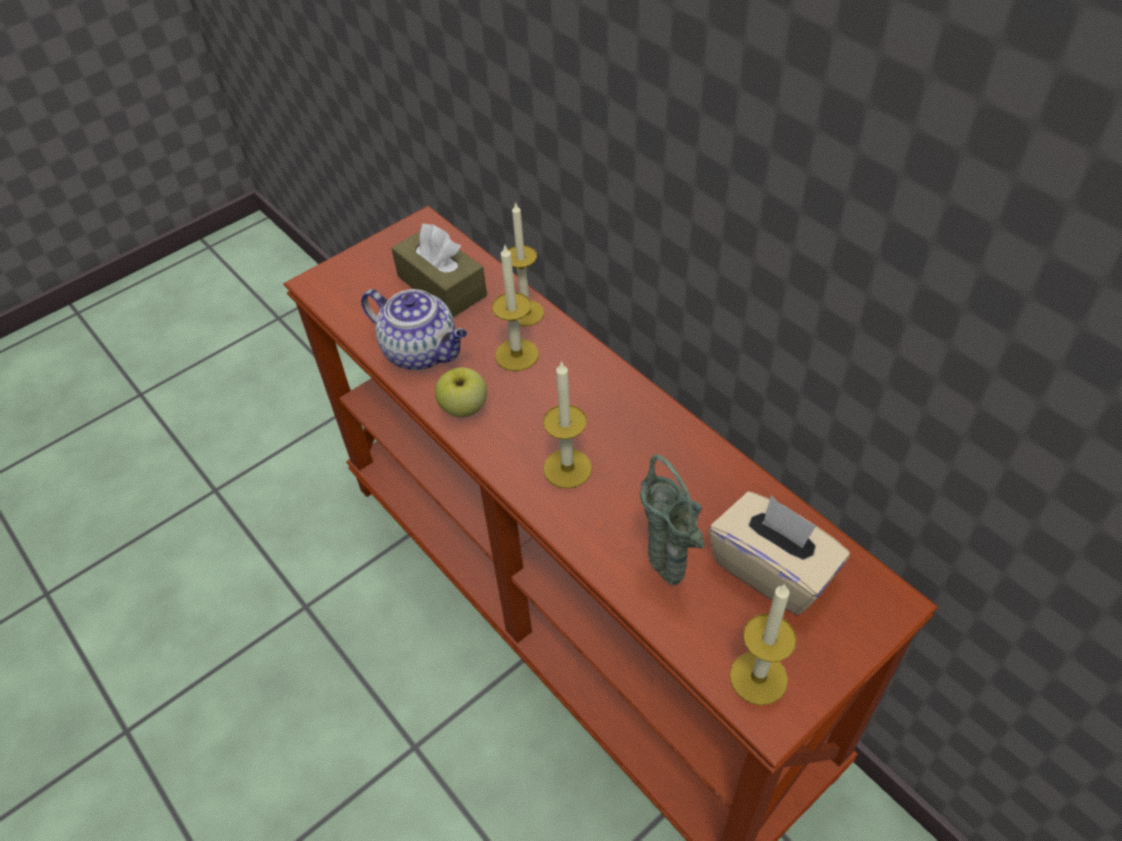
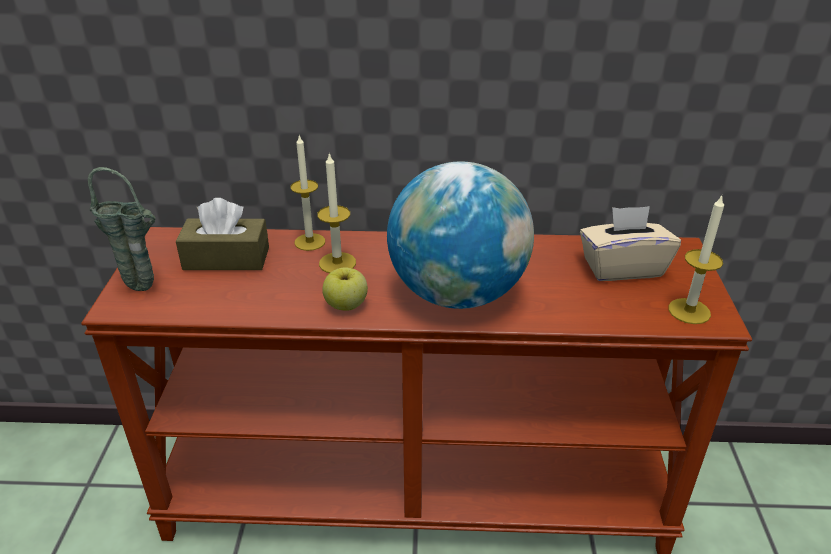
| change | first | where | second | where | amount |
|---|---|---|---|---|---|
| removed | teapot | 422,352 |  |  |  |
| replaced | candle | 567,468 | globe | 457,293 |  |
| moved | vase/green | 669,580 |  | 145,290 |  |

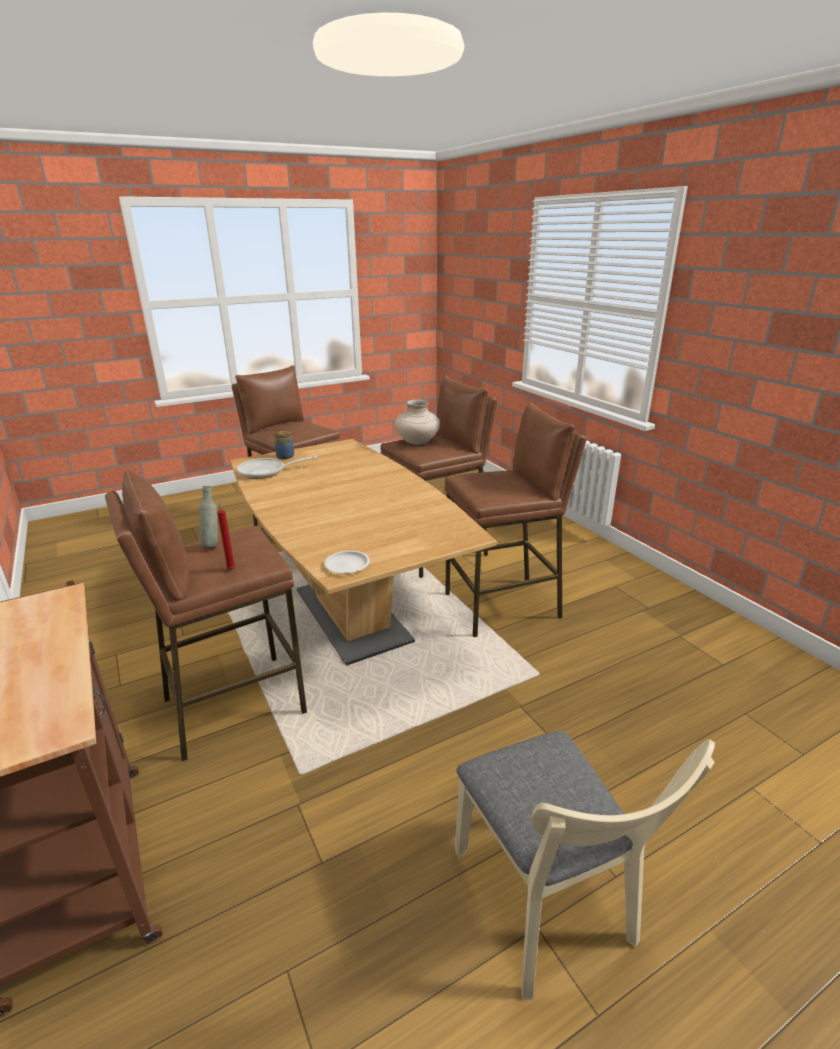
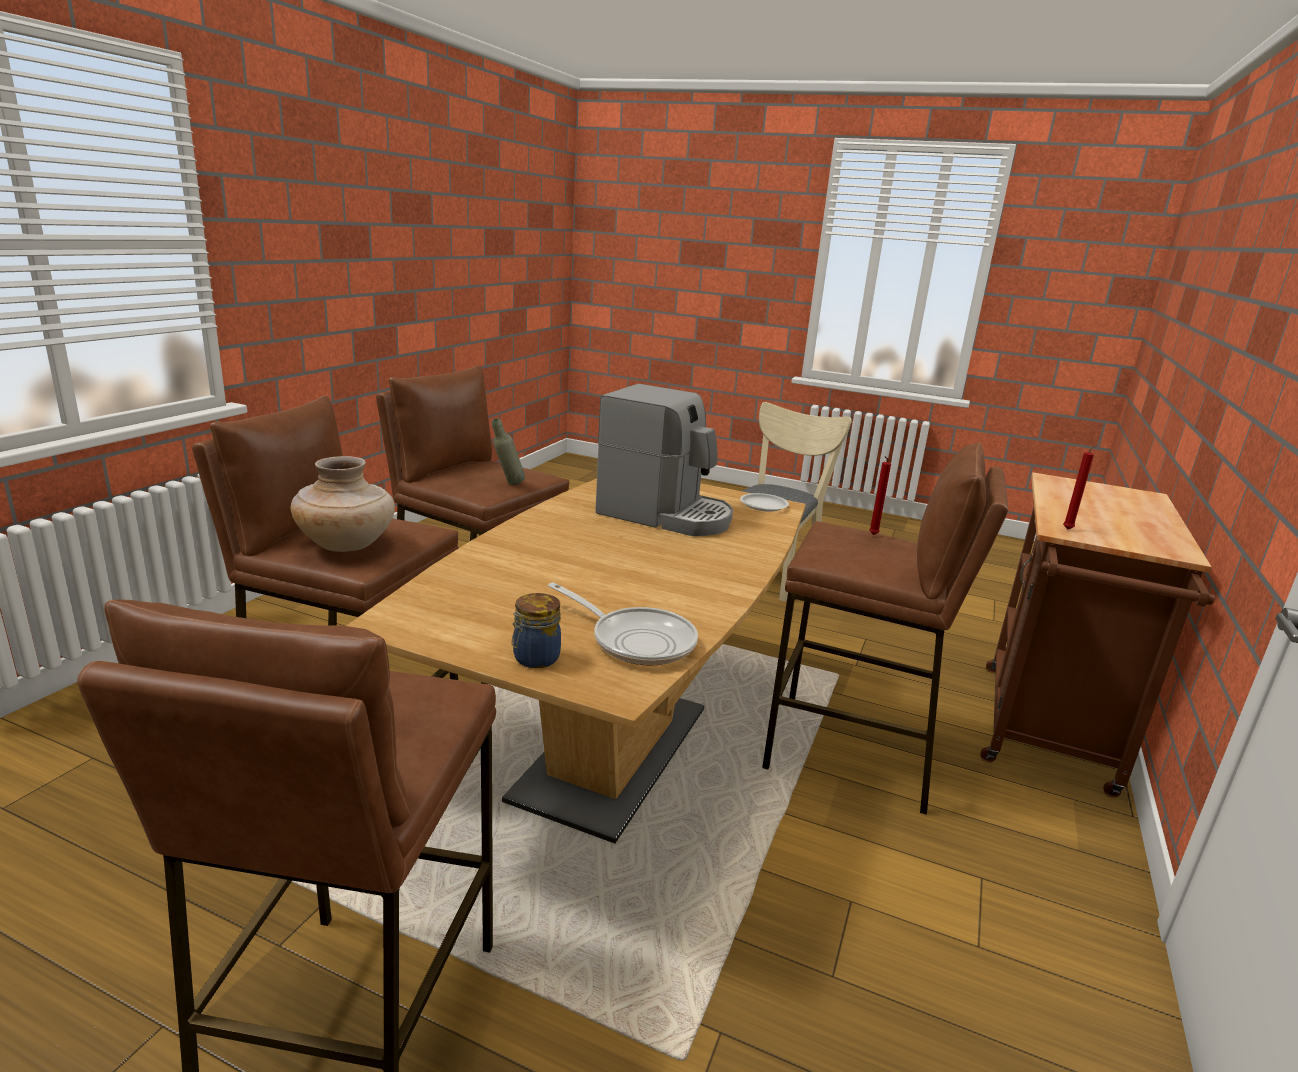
| change | first | where | second | where | amount |
|---|---|---|---|---|---|
| moved | bottle/grey | 212,544 |  | 508,484 |  |
| added |  |  | coffee machine | 665,515 |  |
| added |  |  | candle/red | 1069,529 |  |

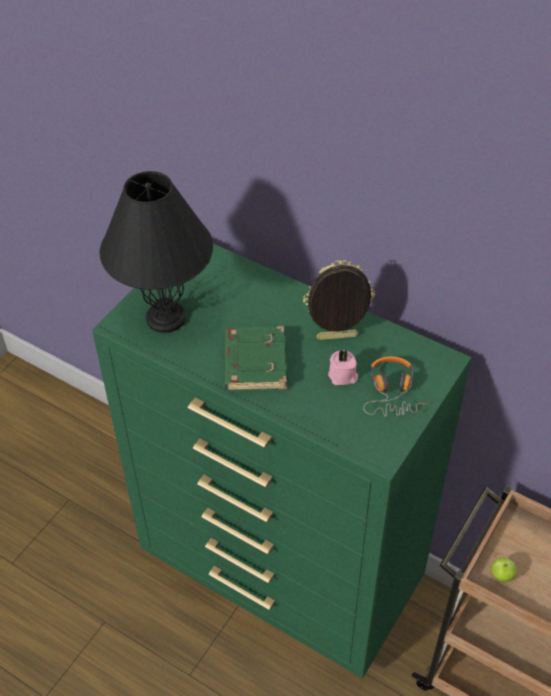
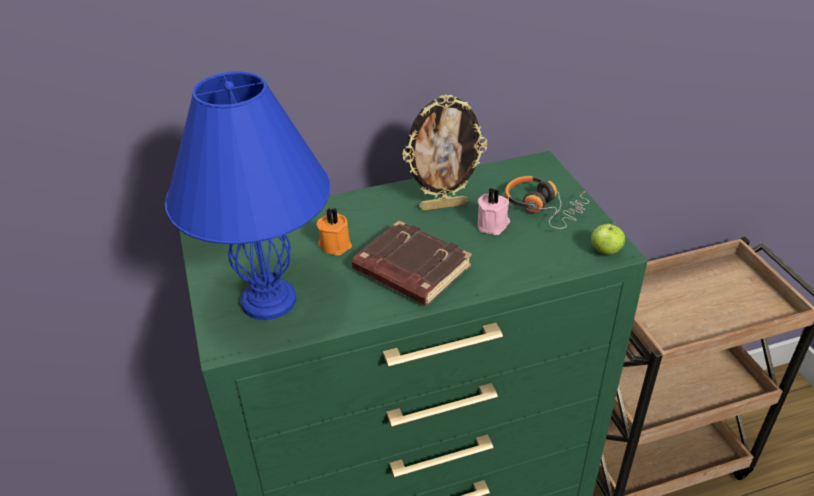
| change | first | where | second | where | amount |
|---|---|---|---|---|---|
| recoloured | table lamp/black | 166,319 | table lamp/blue | 269,301 |  |
| recoloured | book/green | 254,362 | book/brown | 409,270 |  |
| turned | picture frame | 337,338 |  | 443,205 | 135 degrees counterclockwise |
| moved | apple | 501,575 |  | 605,251 |  |
| added |  |  | candle/orange | 335,244 |  |

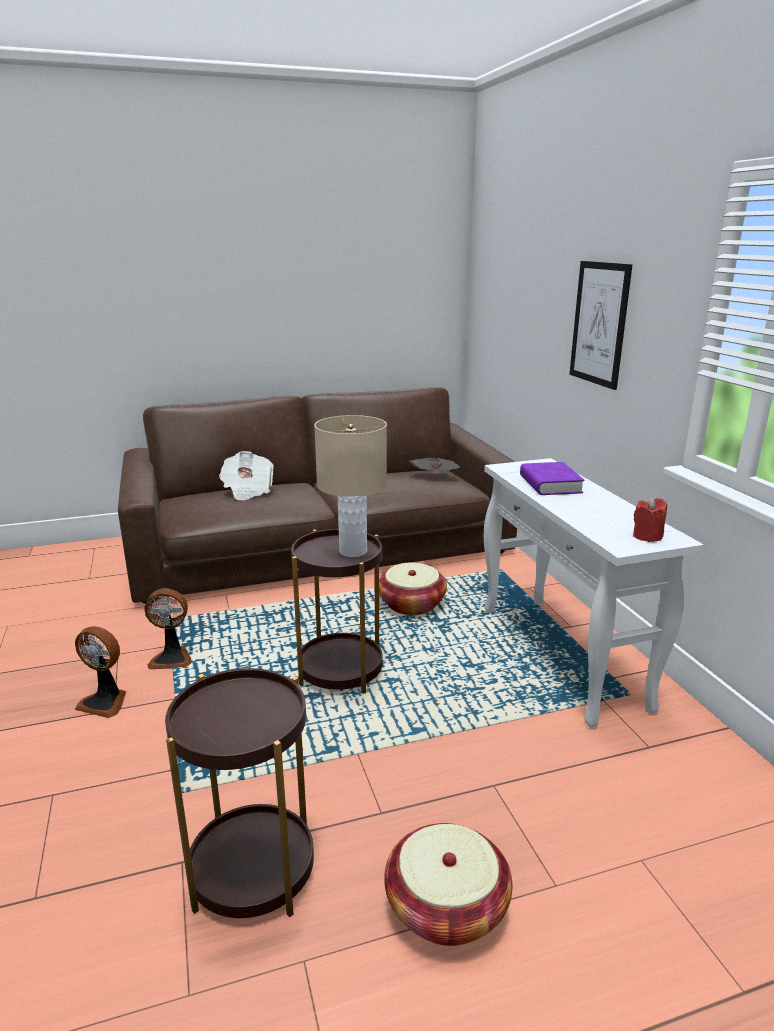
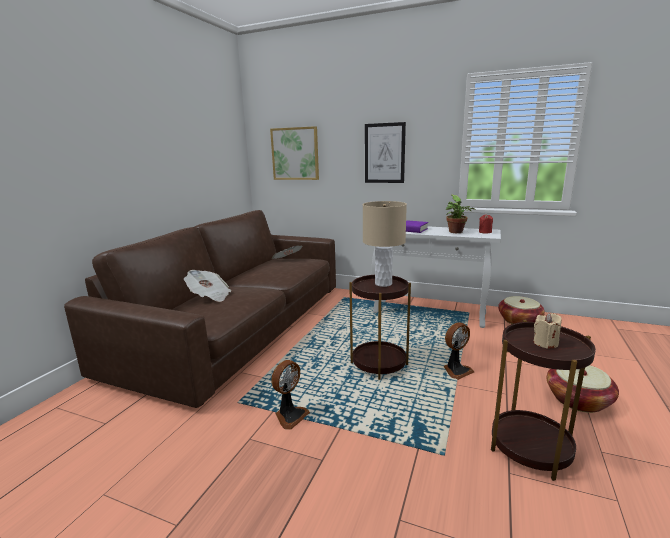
| change | first | where | second | where | amount |
|---|---|---|---|---|---|
| moved | fan | 105,702 |  | 456,370 |  |
| moved | basket | 411,604 |  | 519,321 |  |
| added |  |  | picture | 295,154 |  |
| added |  |  | potted plant | 456,232 |  |
| added |  |  | candle/beige | 545,343 |  |

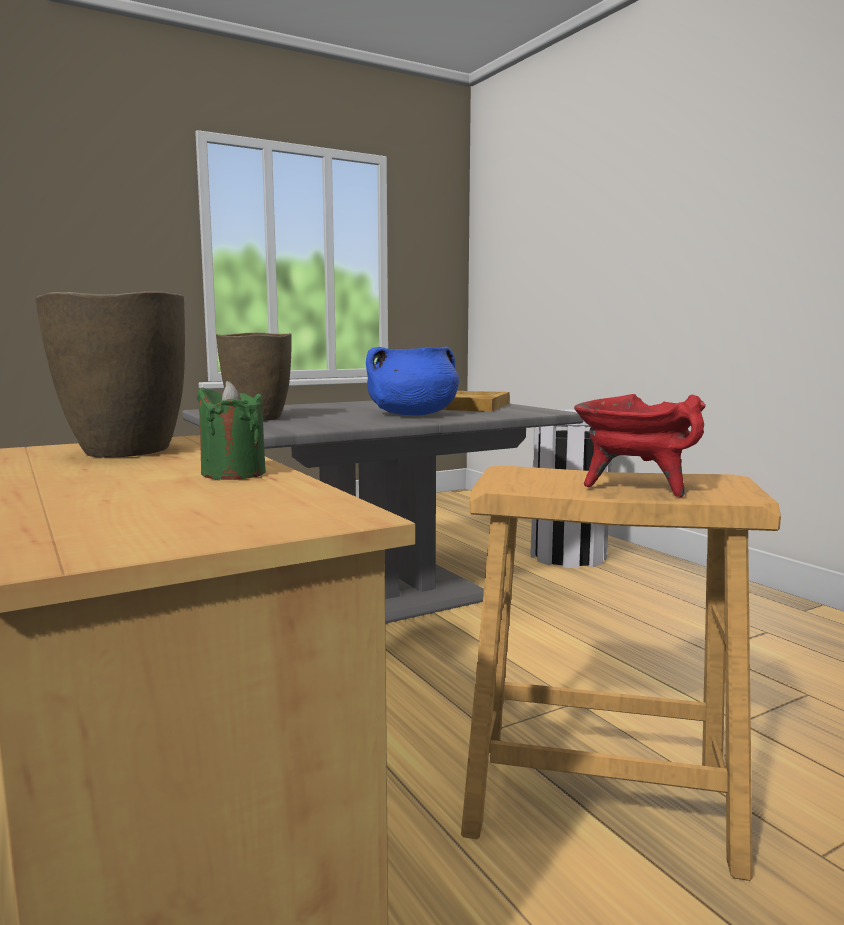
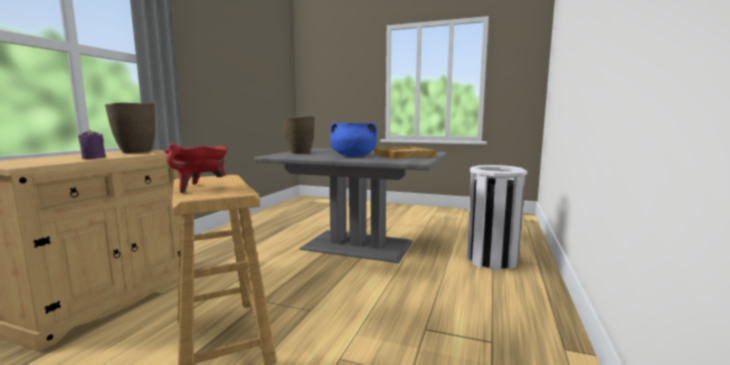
| change | first | where | second | where | amount |
|---|---|---|---|---|---|
| recoloured | candle/green | 233,474 | candle/purple | 94,158 |  |

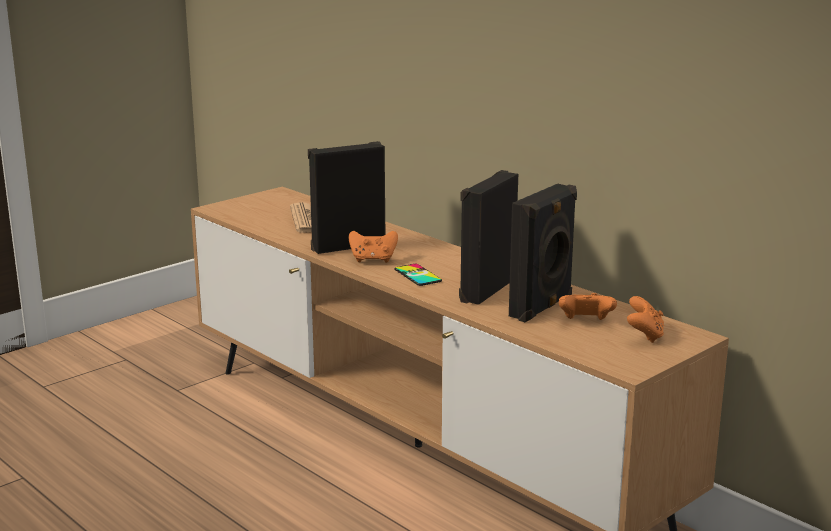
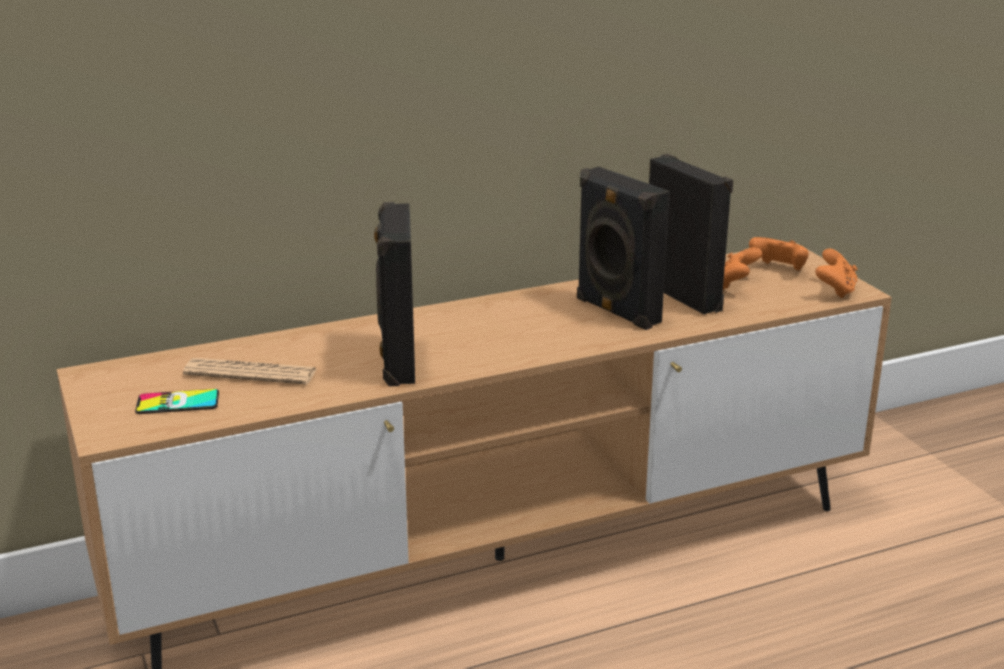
| change | first | where | second | where | amount |
|---|---|---|---|---|---|
| moved | game controller/orange | 373,260 |  | 835,290 |  |
| moved | phone | 417,275 |  | 177,402 |  |

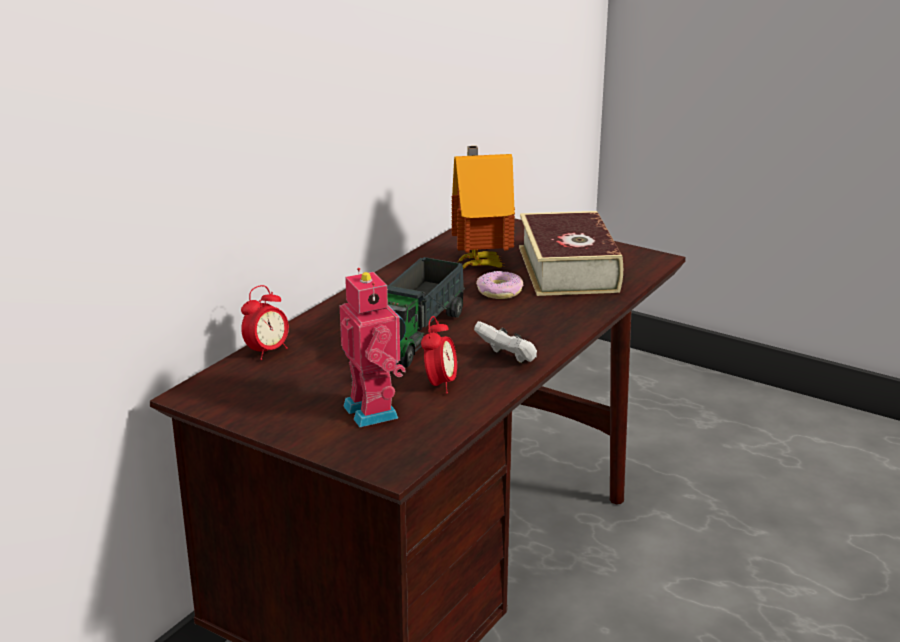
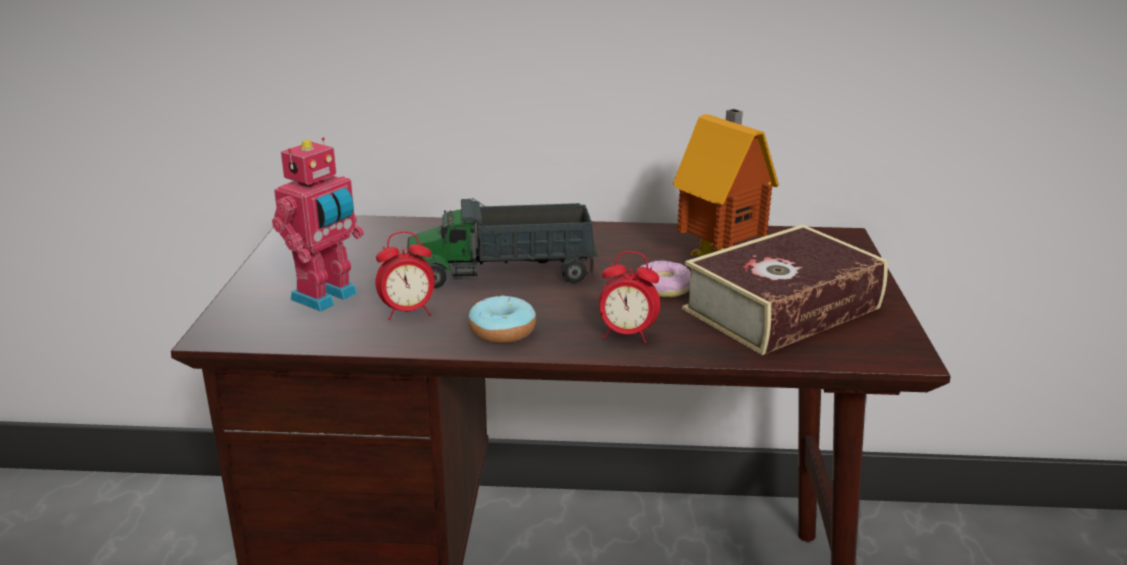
| change | first | where | second | where | amount |
|---|---|---|---|---|---|
| moved | alarm clock | 267,351 |  | 627,335 |  |
| replaced | game controller/white | 507,358 | donut | 502,331 |  |

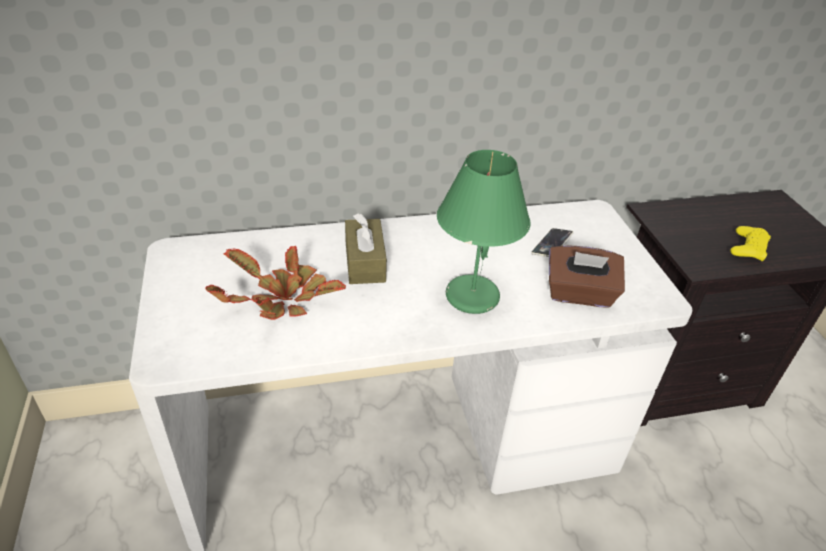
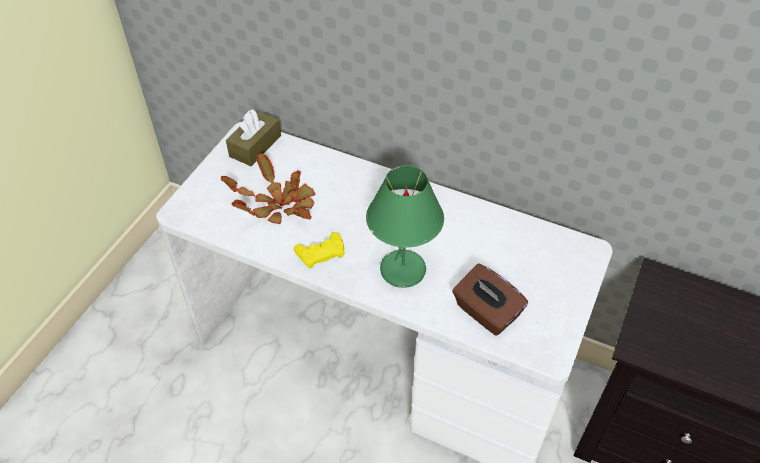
| change | first | where | second | where | amount |
|---|---|---|---|---|---|
| moved | tissue box/brown | 365,262 |  | 255,146 |  |
| removed | phone | 551,245 |  |  |  |
| moved | game controller/yellow | 748,247 |  | 321,252 |  |

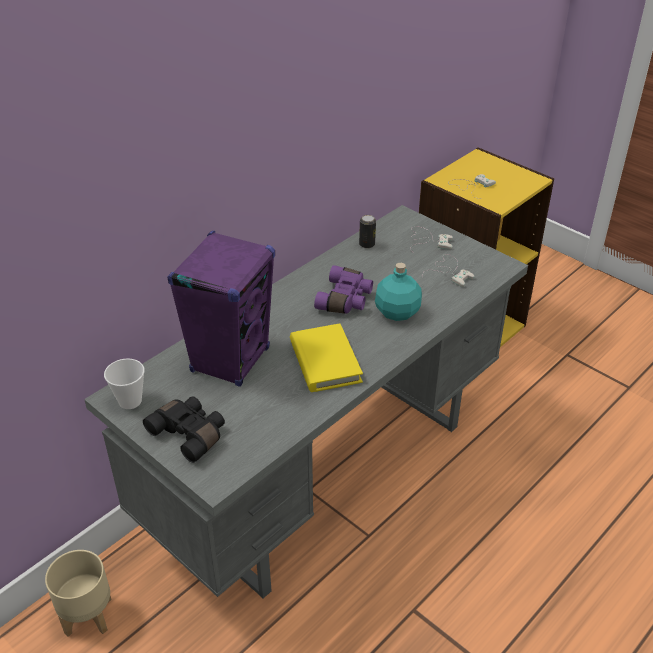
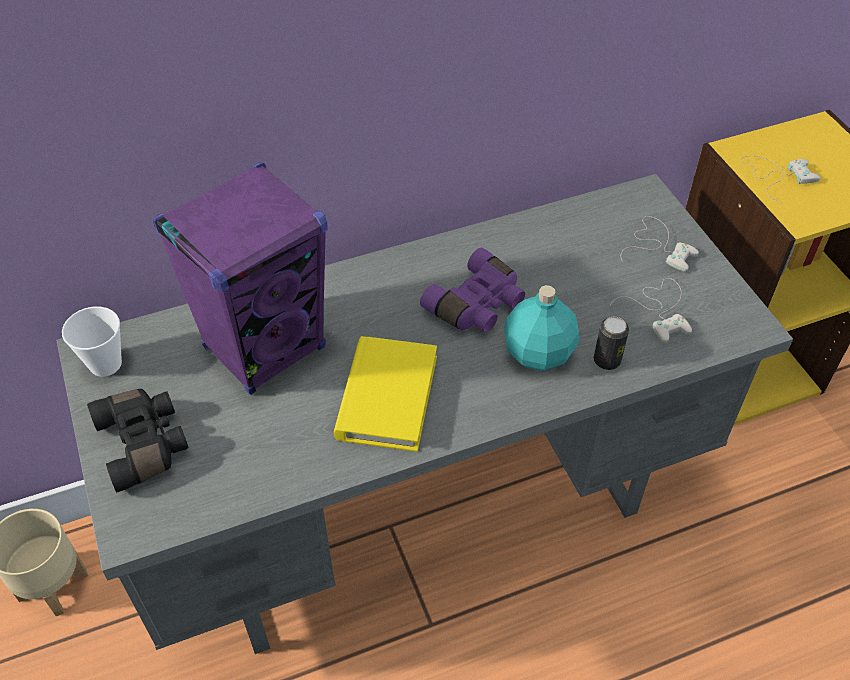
| change | first | where | second | where | amount |
|---|---|---|---|---|---|
| moved | can | 367,244 |  | 607,360 |  |

